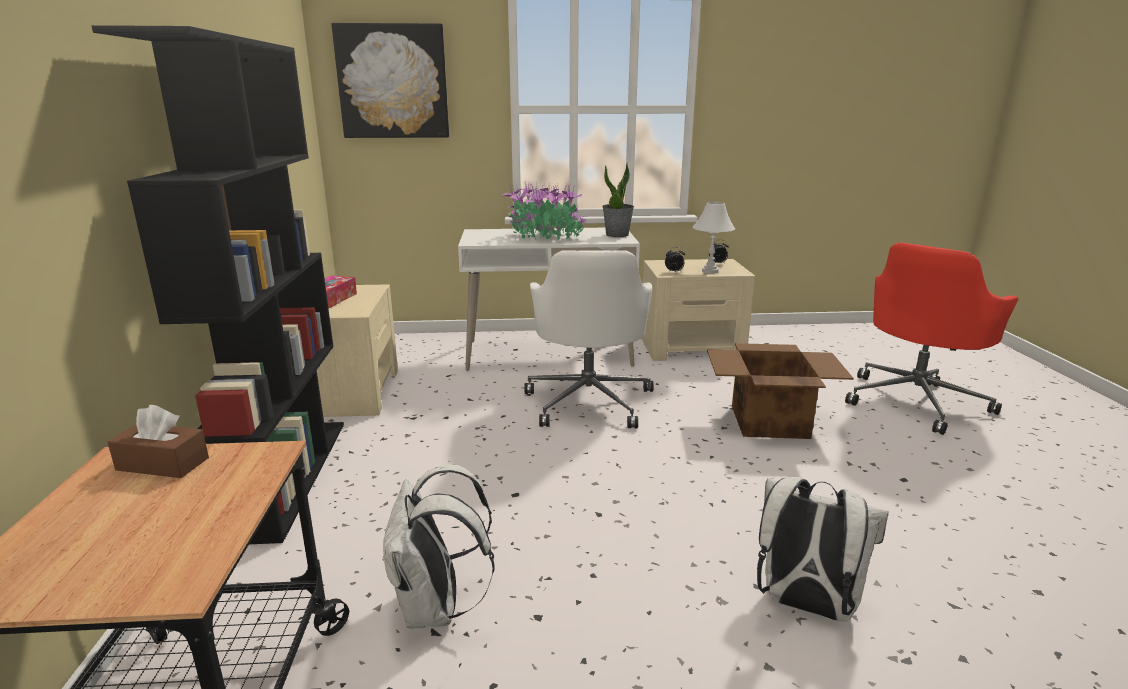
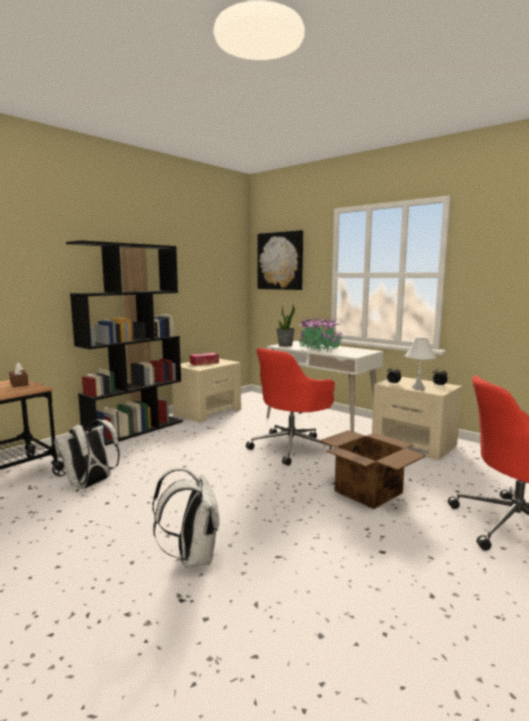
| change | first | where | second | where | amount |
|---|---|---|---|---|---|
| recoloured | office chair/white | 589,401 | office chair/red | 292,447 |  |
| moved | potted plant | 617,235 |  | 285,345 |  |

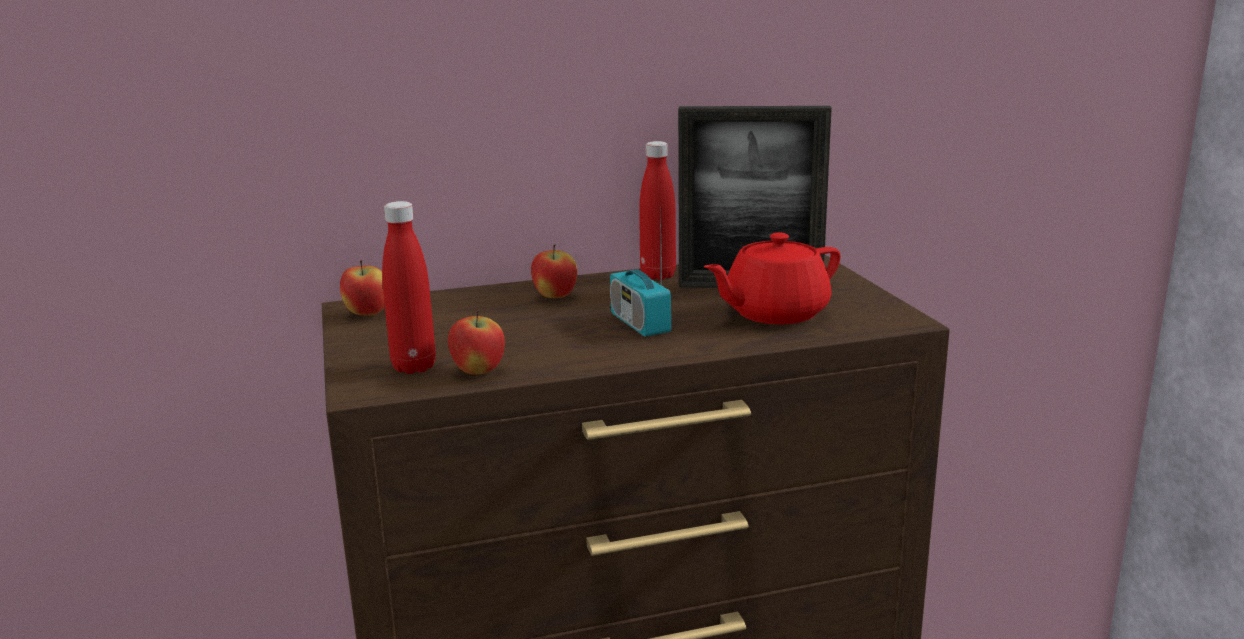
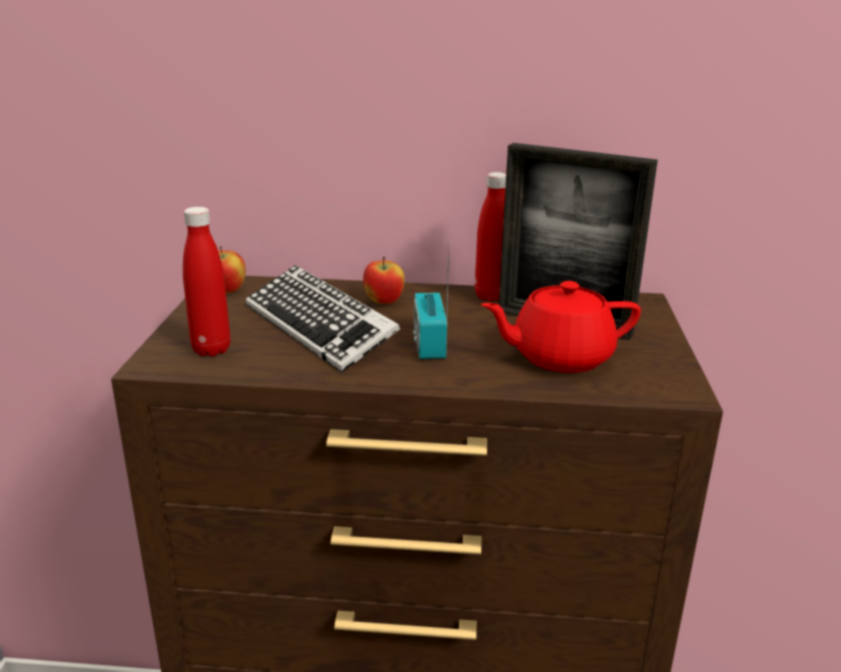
| change | first | where | second | where | amount |
|---|---|---|---|---|---|
| removed | apple | 478,373 |  |  |  |
| added |  |  | keyboard | 319,327 |  |

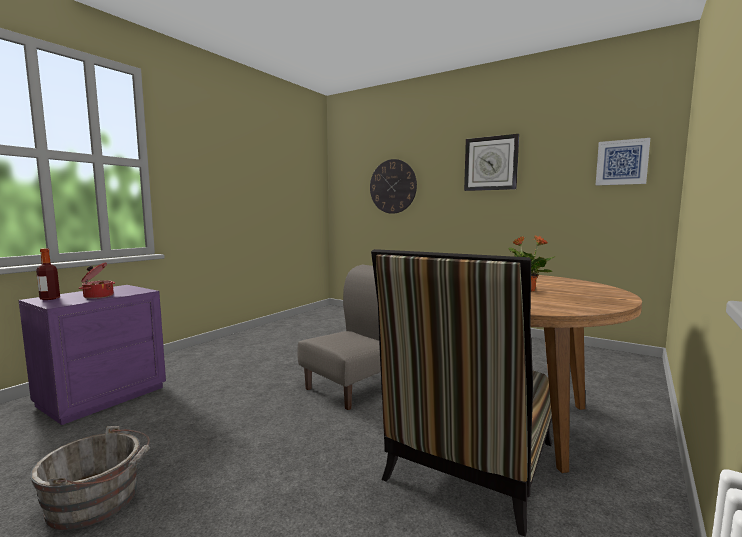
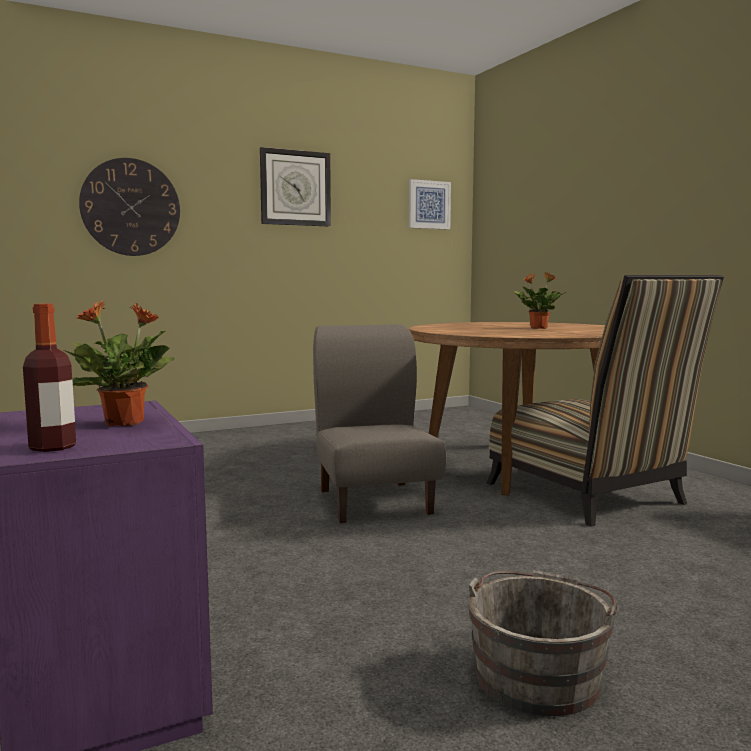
| change | first | where | second | where | amount |
|---|---|---|---|---|---|
| replaced | cooking pot | 98,296 | potted plant | 126,423 |  |

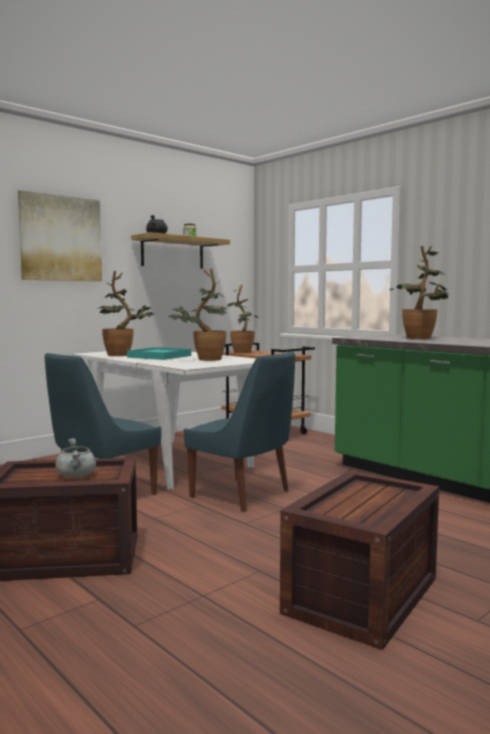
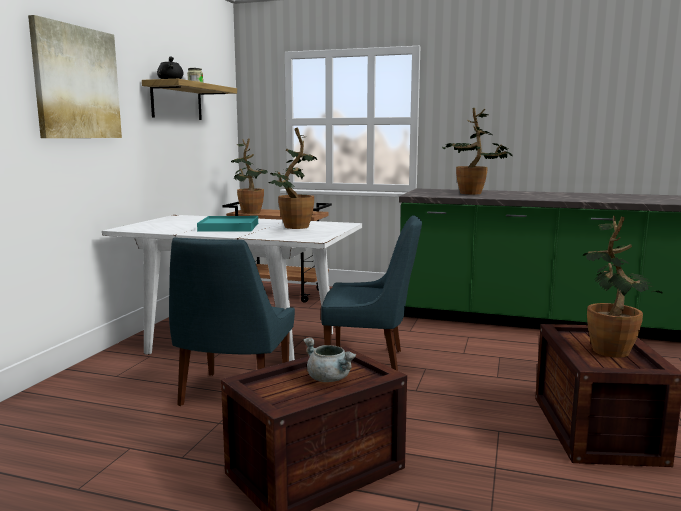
| change | first | where | second | where | amount |
|---|---|---|---|---|---|
| moved | potted plant | 124,355 |  | 611,348 |  |

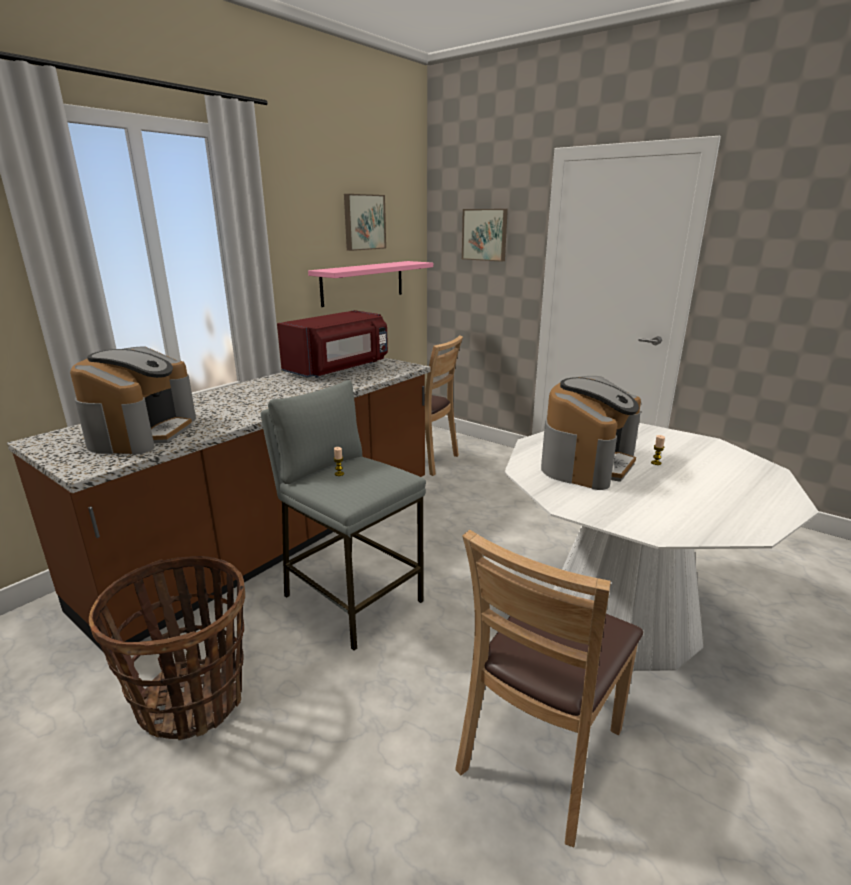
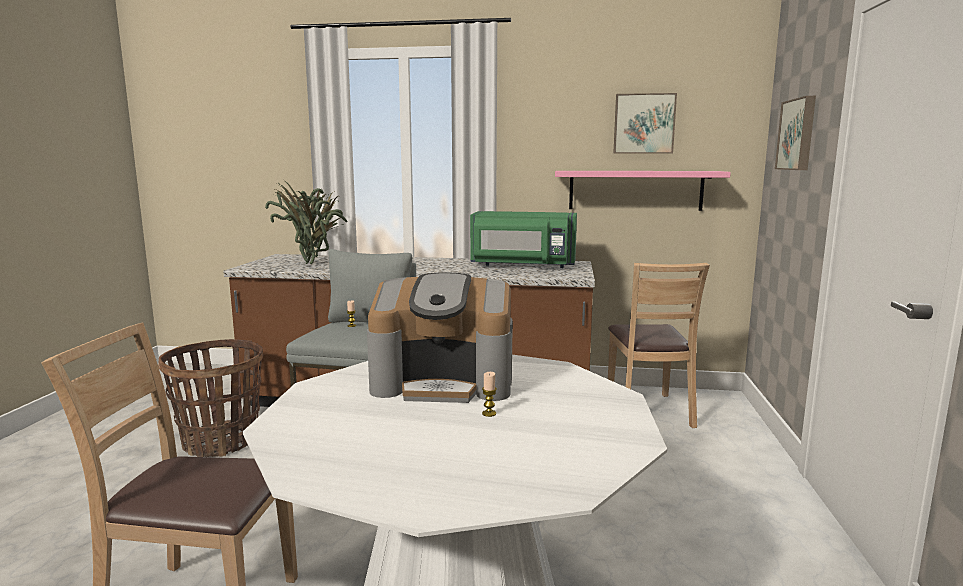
| change | first | where | second | where | amount |
|---|---|---|---|---|---|
| replaced | coffee machine | 142,432 | potted plant | 311,263 |  |
| recoloured | microwave/red | 339,369 | microwave/green | 522,265 |  |

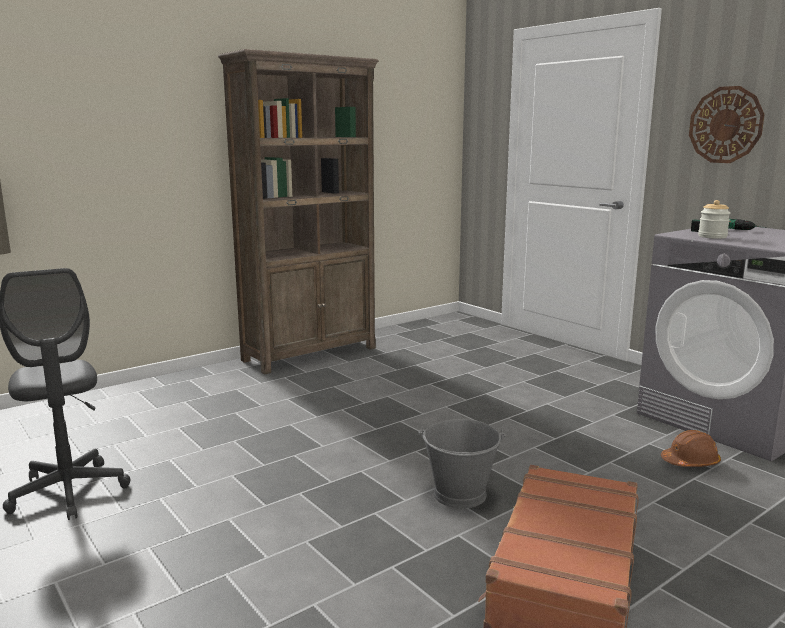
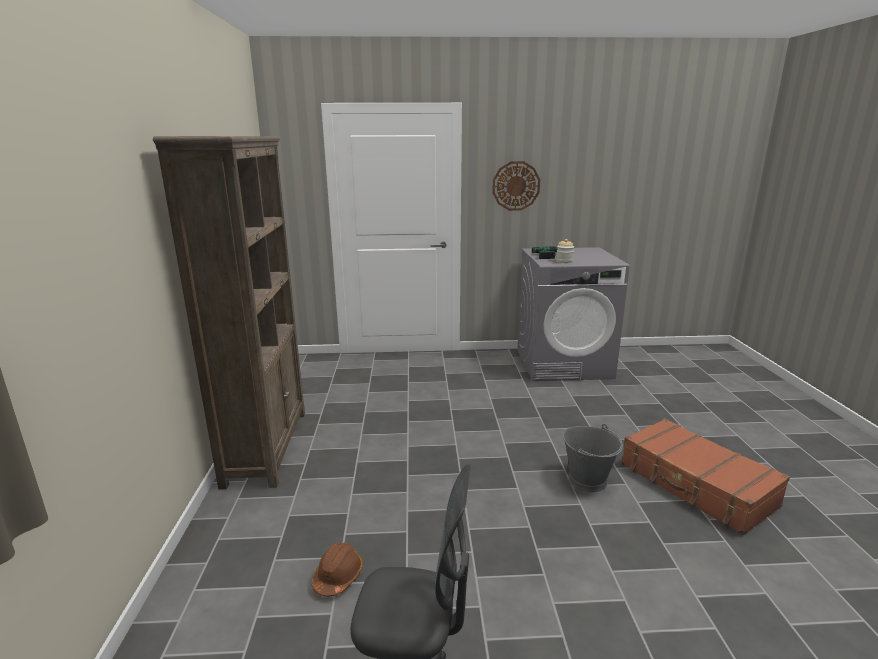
| change | first | where | second | where | amount |
|---|---|---|---|---|---|
| moved | hard hat/brown | 690,462 |  | 338,577 |  |

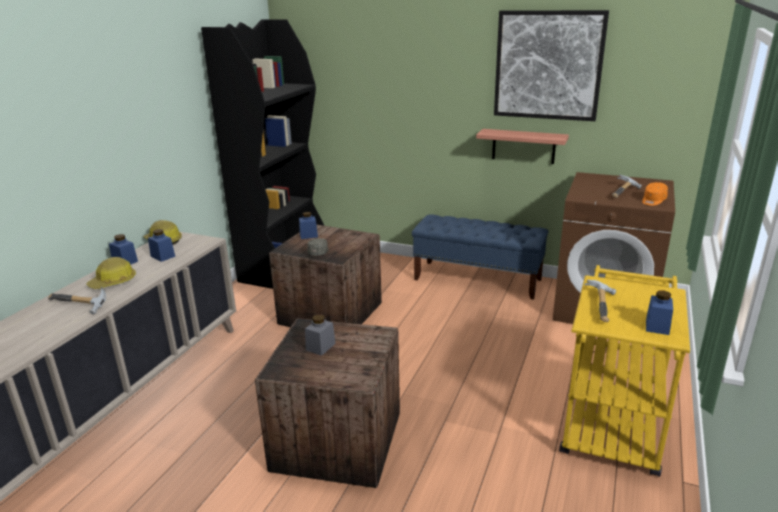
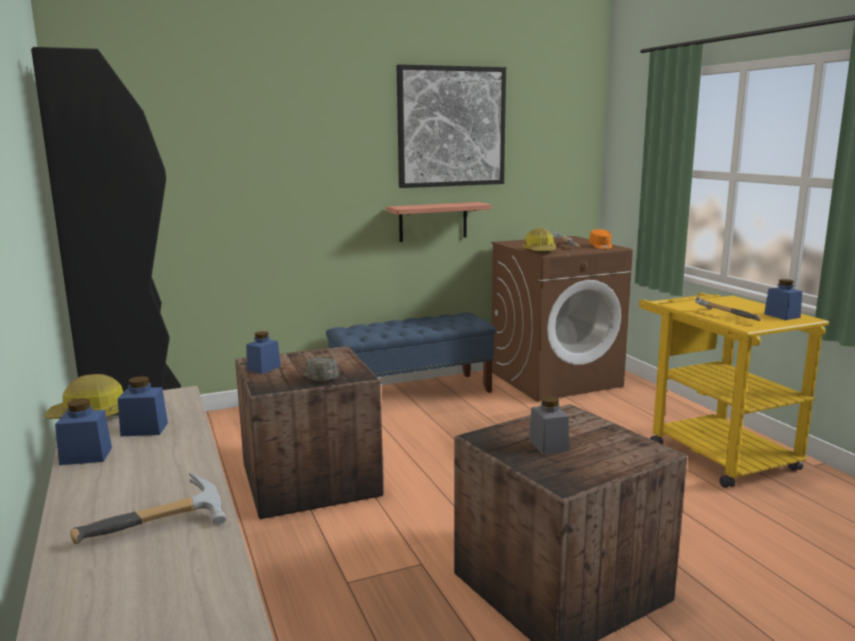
| change | first | where | second | where | amount |
|---|---|---|---|---|---|
| moved | hard hat | 113,282 |  | 540,251 |  |

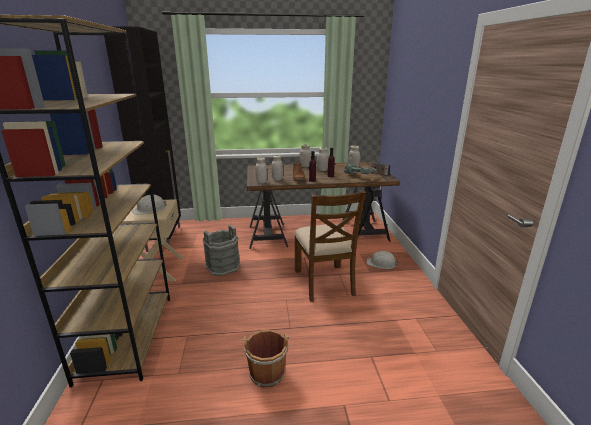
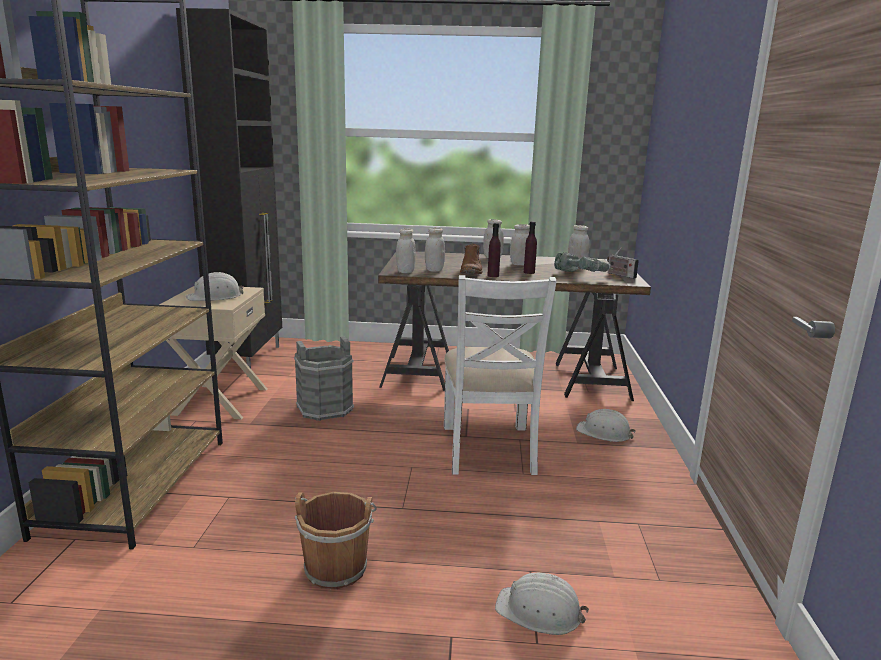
| change | first | where | second | where | amount |
|---|---|---|---|---|---|
| recoloured | chair/brown | 324,282 | chair/white | 489,449 |  |
| added |  |  | hard hat/white | 539,611 |  |

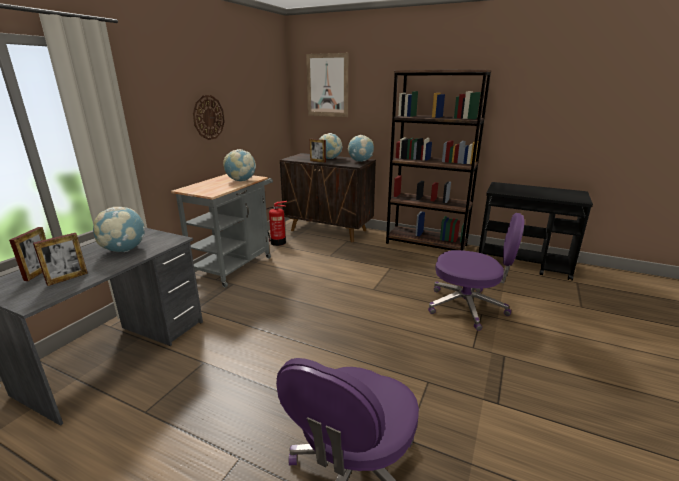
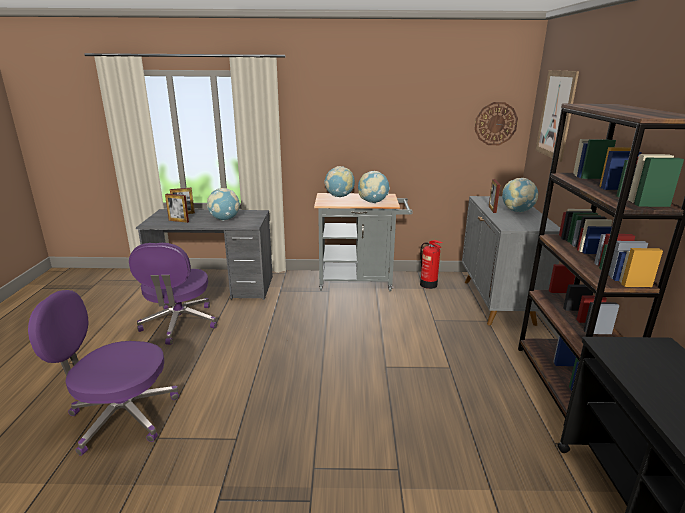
| change | first | where | second | where | amount |
|---|---|---|---|---|---|
| moved | wall clock | 208,117 |  | 495,123 |  |
| recoloured | cabinet/brown | 329,230 | cabinet/grey | 498,302 |  |
| moved | globe | 360,161 |  | 339,196 |  |
| moved | office chair/purple | 468,307 |  | 179,324 |  |

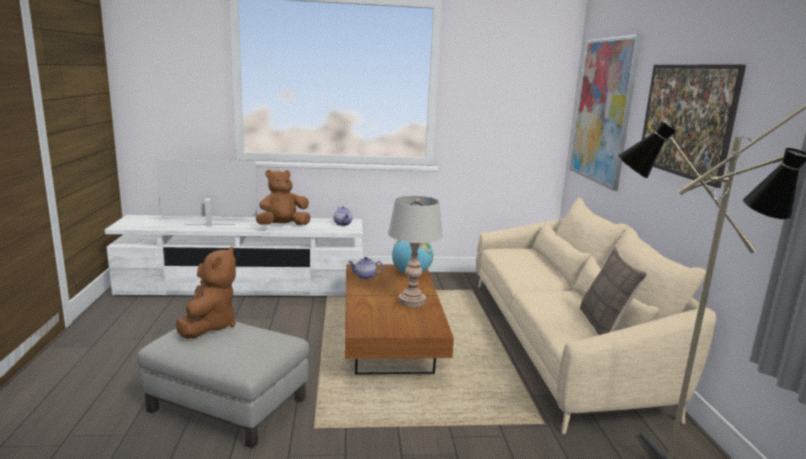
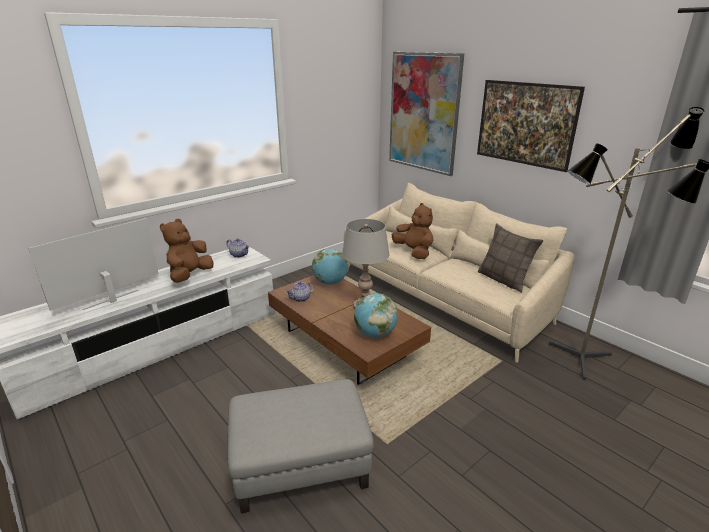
| change | first | where | second | where | amount |
|---|---|---|---|---|---|
| moved | plush toy/brown | 209,325 |  | 414,252 |  |
| added |  |  | globe | 375,333 |  |

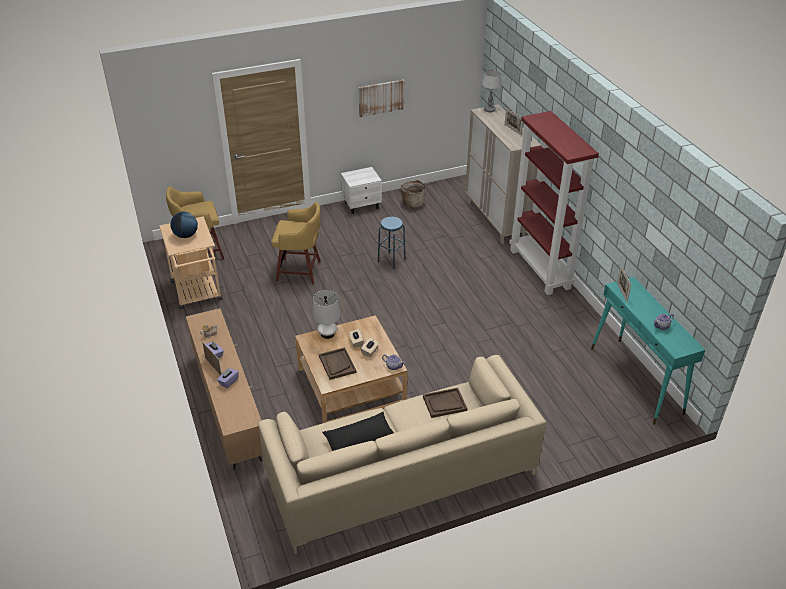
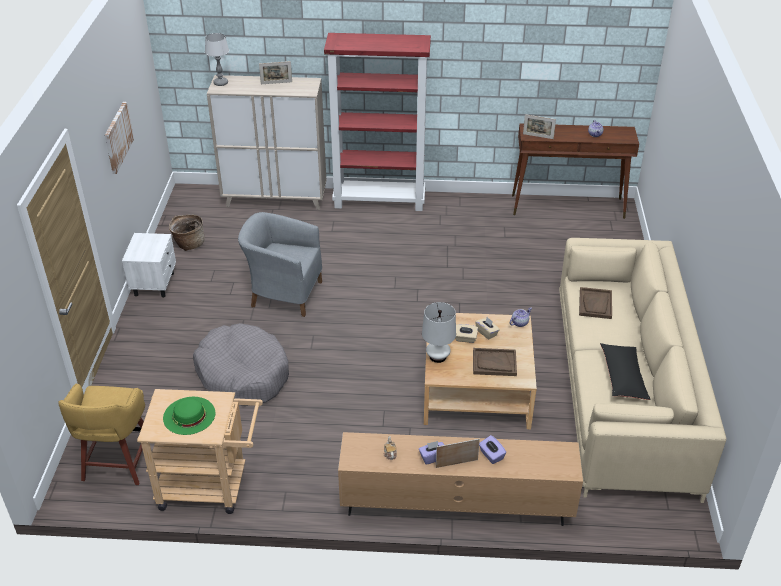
| change | first | where | second | where | amount |
|---|---|---|---|---|---|
| replaced | globe | 186,235 | hat/green | 189,415 |  |
| replaced | stool/yellow | 300,271 | dog bed/grey | 243,374 |  |
| replaced | stool/blue | 391,260 | armchair/grey | 283,293 |  |
| recoloured | console table/turquoise | 636,380 | console table/brown | 568,206 |  |

